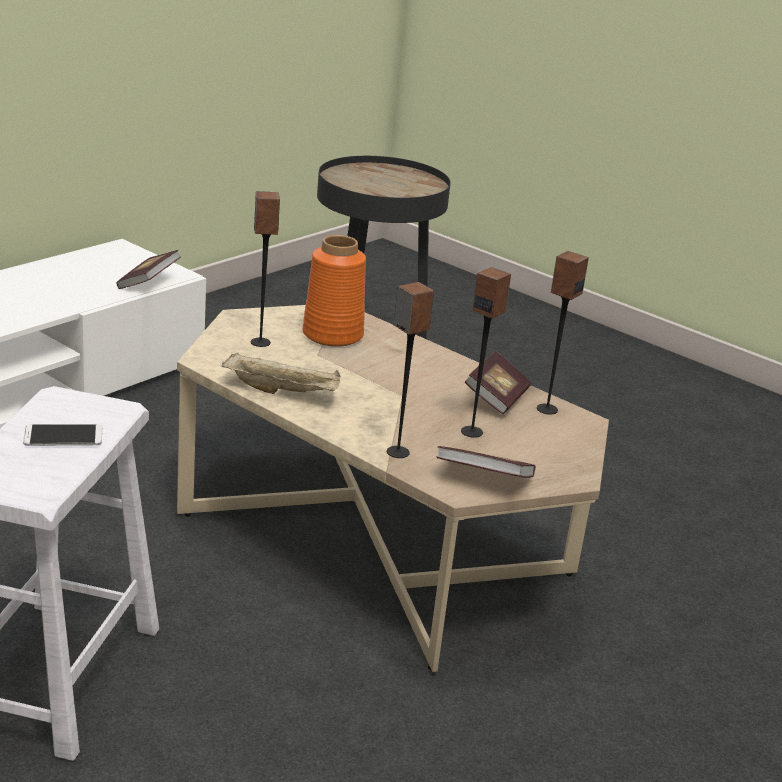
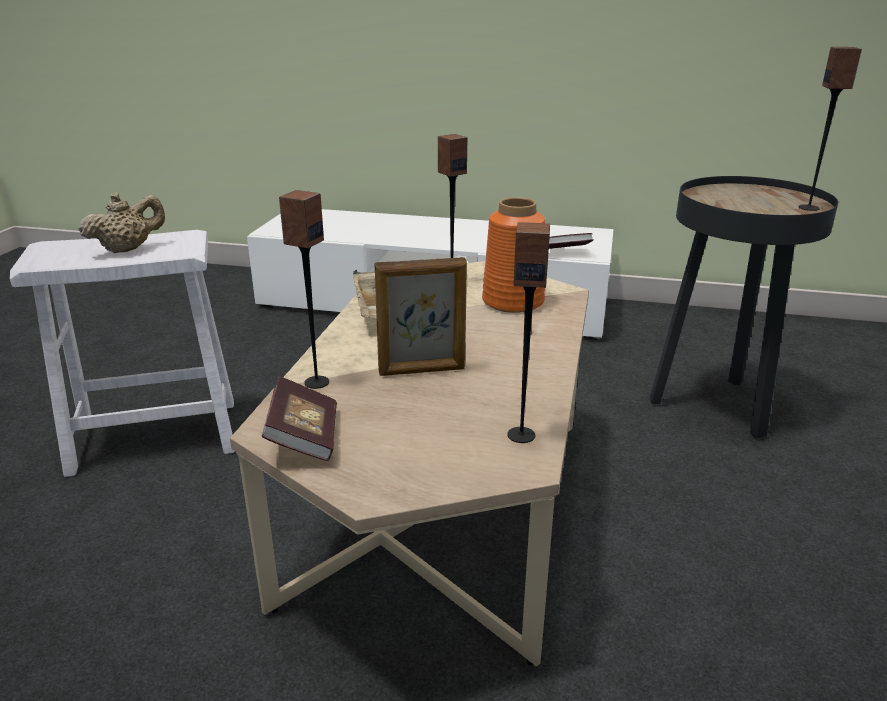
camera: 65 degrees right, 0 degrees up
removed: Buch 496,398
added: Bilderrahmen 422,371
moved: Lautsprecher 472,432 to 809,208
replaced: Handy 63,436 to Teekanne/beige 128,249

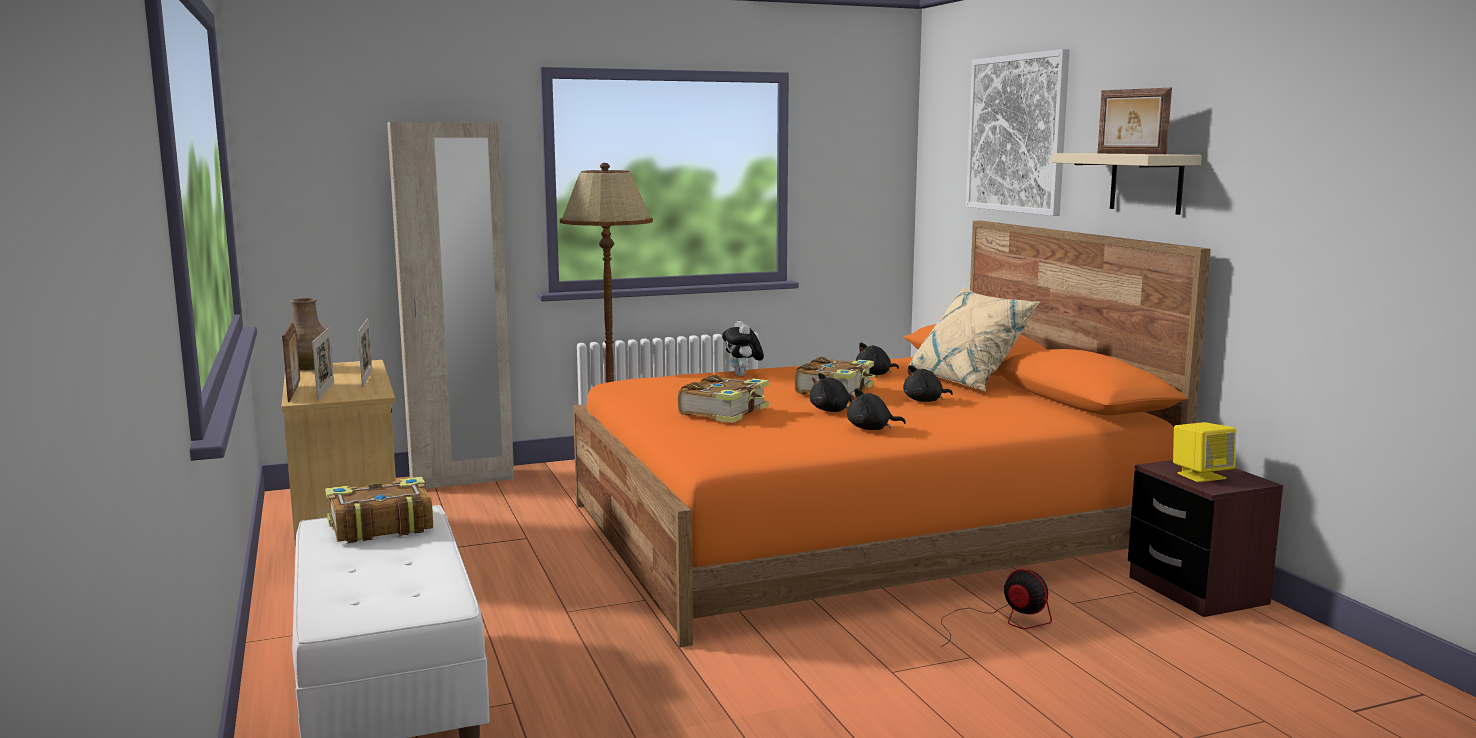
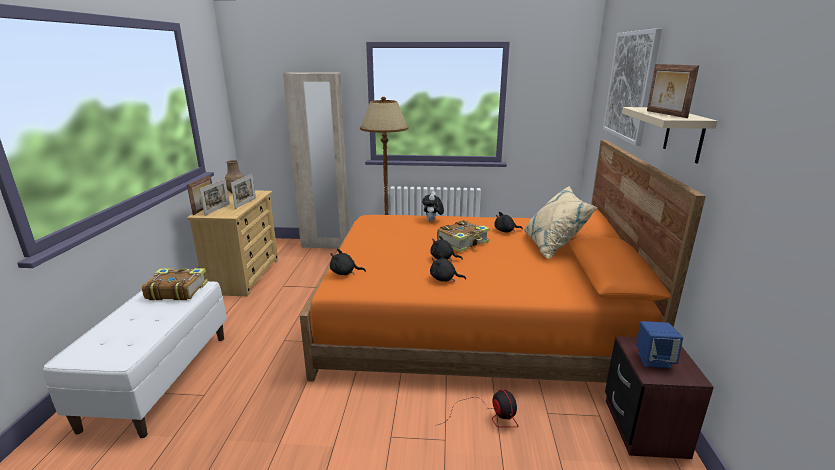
camera: 25 degrees right, 10 degrees up
removed: Buch 725,412
moved: Plüschtier/schwarz 925,401 to 345,273
recoloured: Lautsprecher/gelb 1201,476 to Lautsprecher/blau 654,360

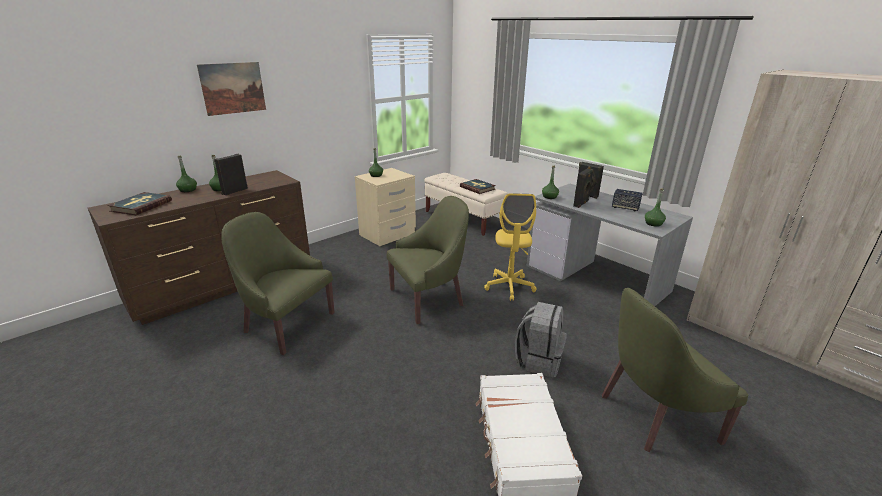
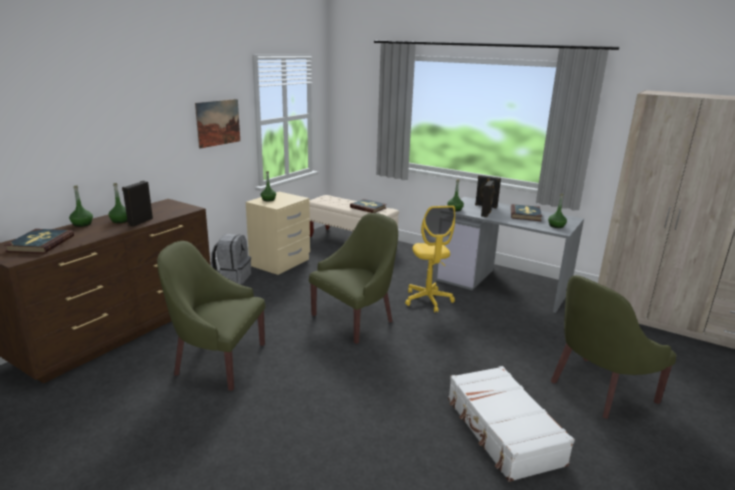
camera: 15 degrees left, 5 degrees down
moved: Bild 233,88 to 218,123; Rucksack/grau 539,360 to 233,278
replaced: Lautsprecher 625,208 to Buch 525,214

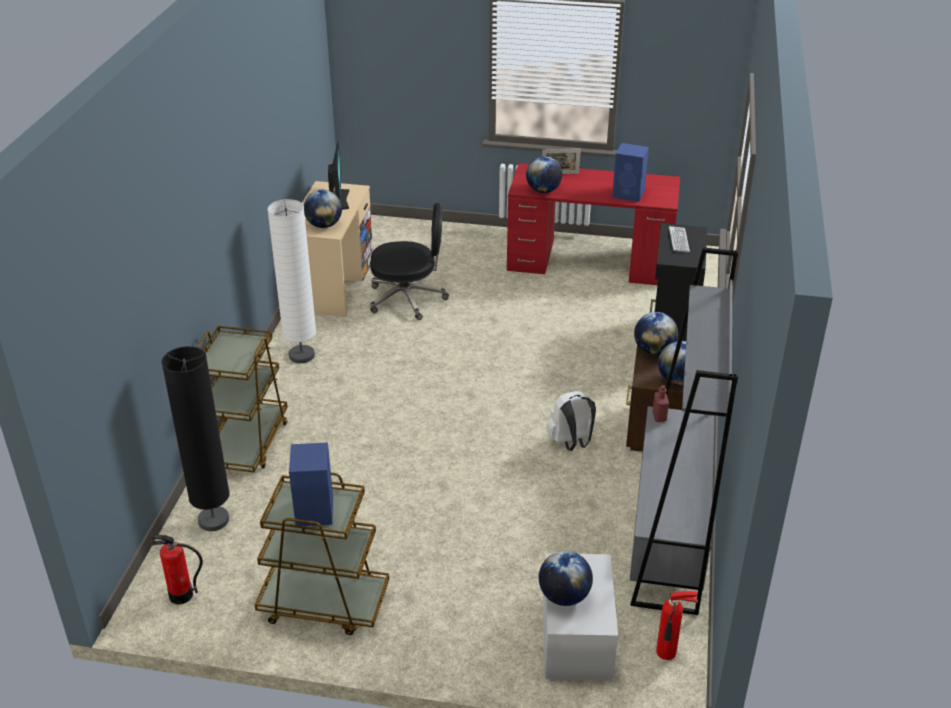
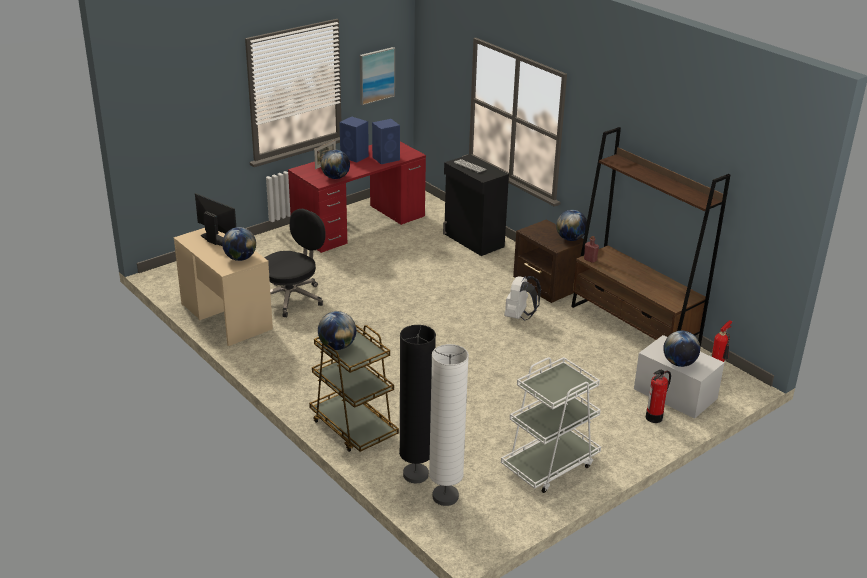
camera: 50 degrees left, 5 degrees down
added: Bild 376,75
moved: Feuerlöscher 181,595 to 654,417; Stehlampe/weiß 301,355 to 445,497; Lautsprecher/blau 314,512 to 355,157; Globus 654,351 to 337,346
recoloured: Rollwagen/braun 323,603 to Rollwagen/weiß 549,465; Bücherregal/grau 668,536 to Bücherregal/braun 633,328

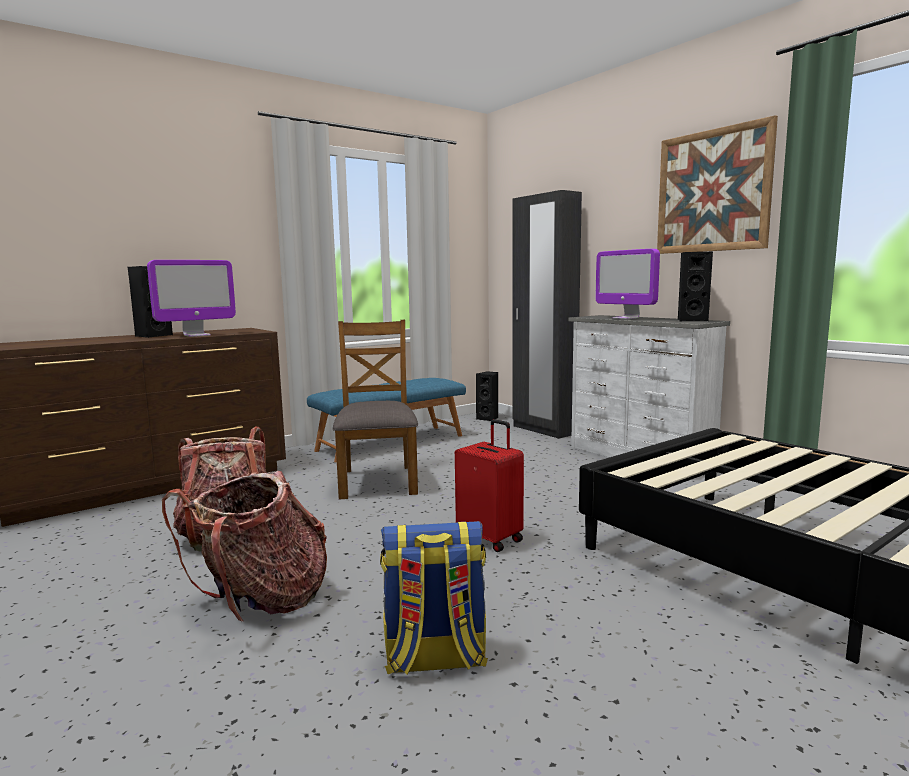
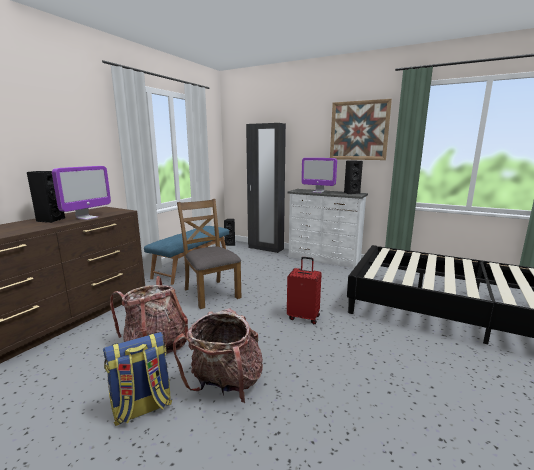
camera: 25 degrees left, 5 degrees up
moved: Rucksack 434,659 to 142,408

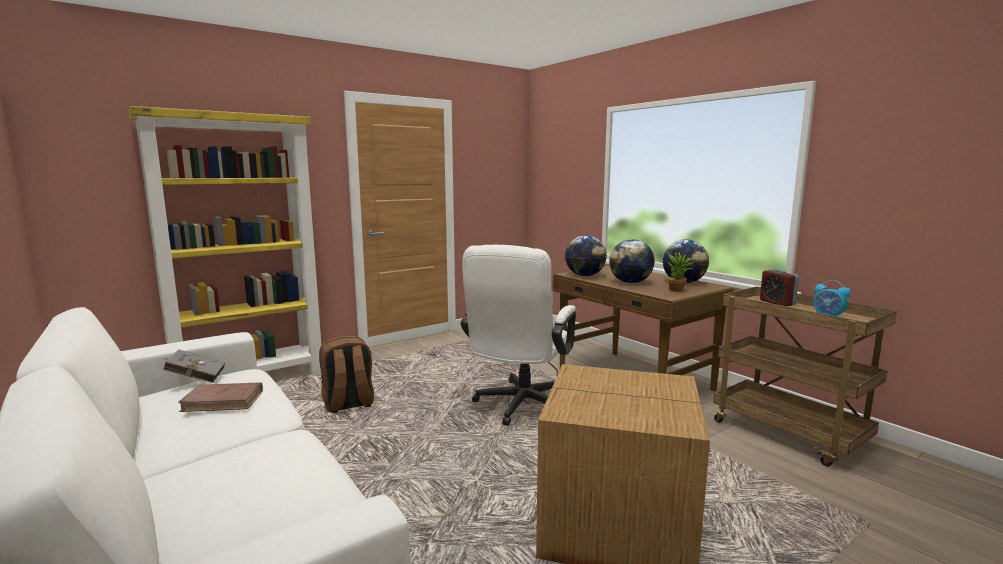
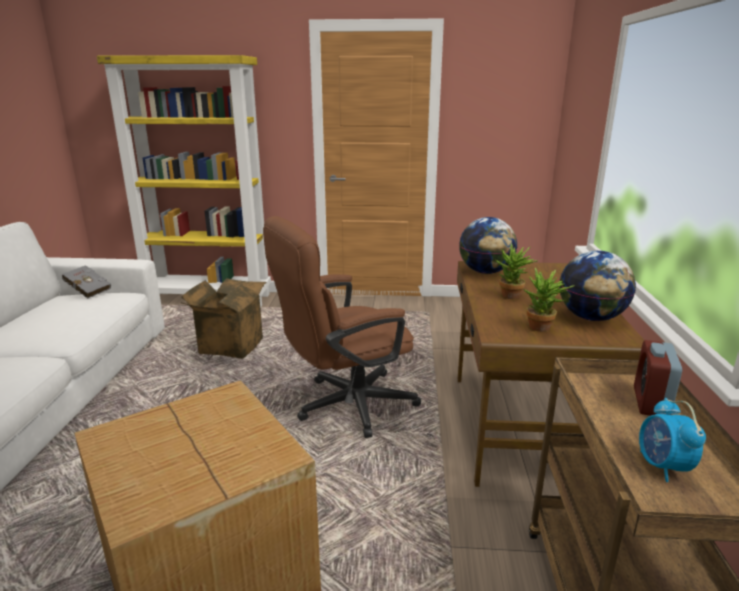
camera: 40 degrees right, 10 degrees up
removed: Buch/braun 223,401
replaced: Rucksack/braun 348,404 to Karton 229,345; Globus 630,282 to Topfpflanze 511,297
recoloured: Bürostuhl/weiß 520,407 to Bürostuhl/braun 345,406

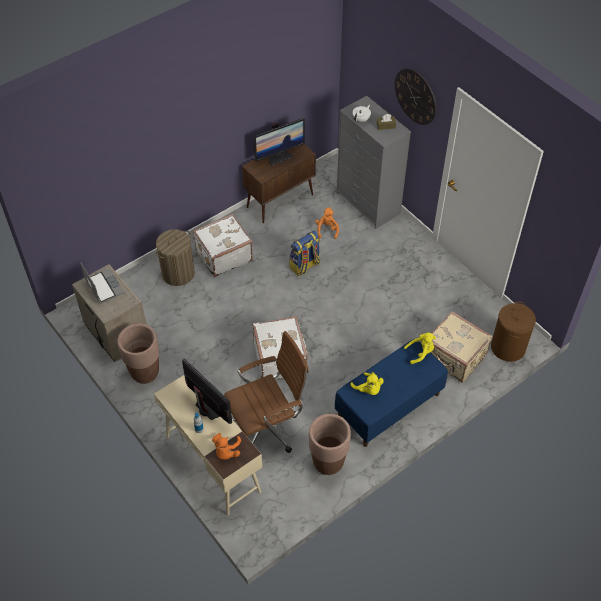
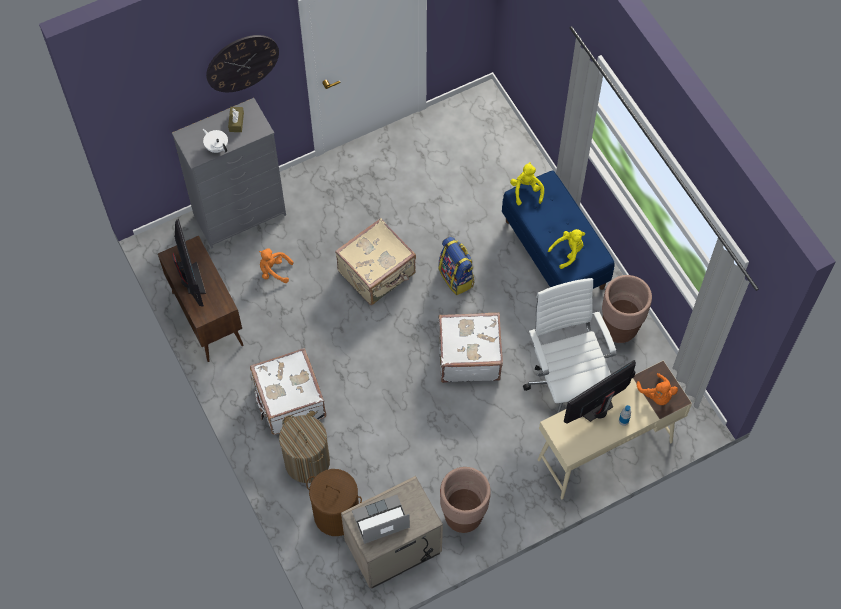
camera: 80 degrees left, 10 degrees up
moved: Rucksack 305,266 to 457,277; Koffer/beige 454,358 to 377,273; Wäschekorb/braun 508,347 to 337,514
recoloured: Bürostuhl/braun 268,428 to Bürostuhl/weiß 565,384
turned: Plüschtier/orange 226,451 = 656,395 45 degrees clockwise

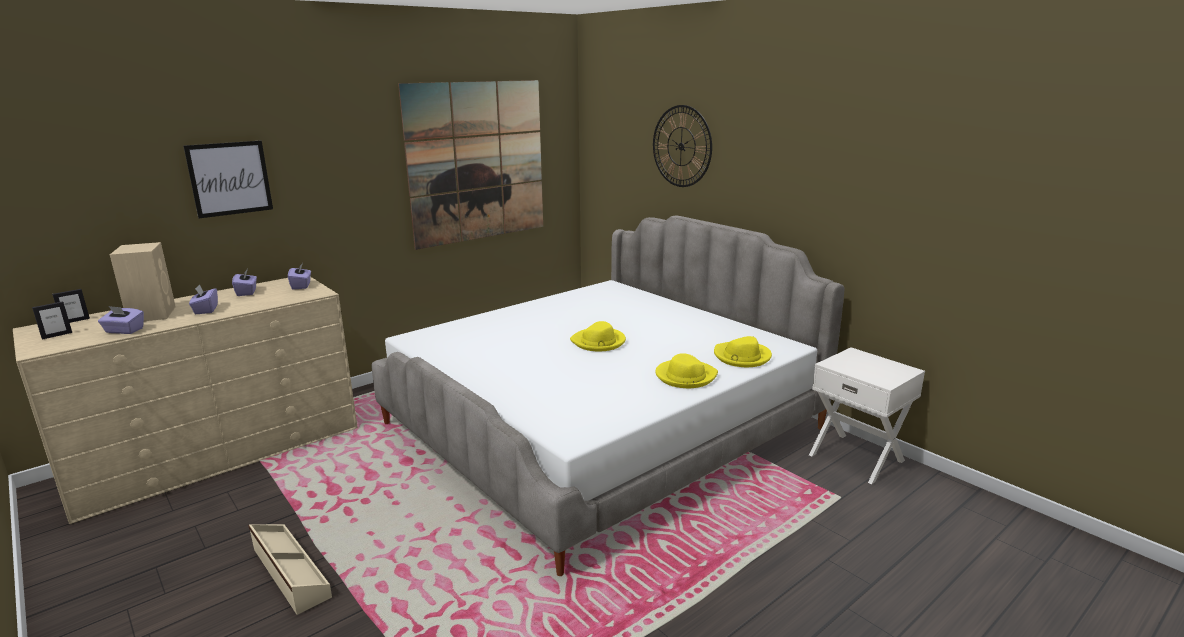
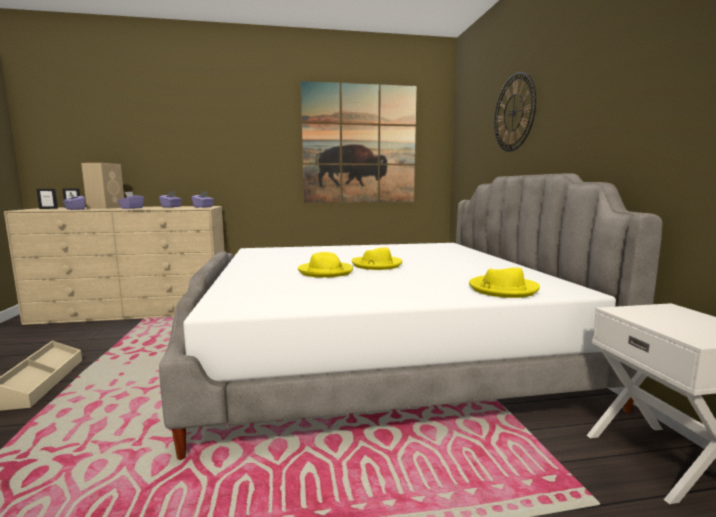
camera: 30 degrees right, 10 degrees down
removed: Bild 230,178
moved: Hut/gelb 685,376 to 325,272

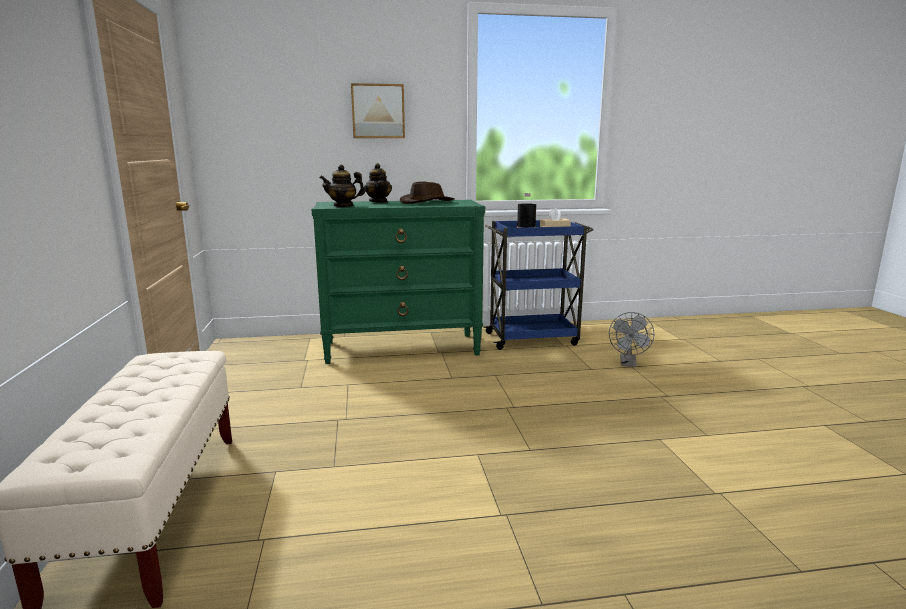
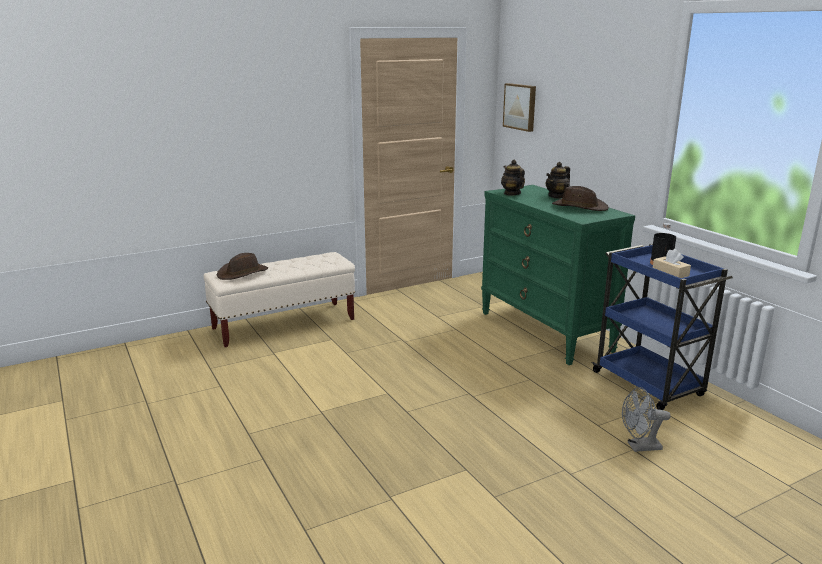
camera: 70 degrees right, 5 degrees up
added: Hut/braun 243,273
moved: Bild 378,111 to 520,106

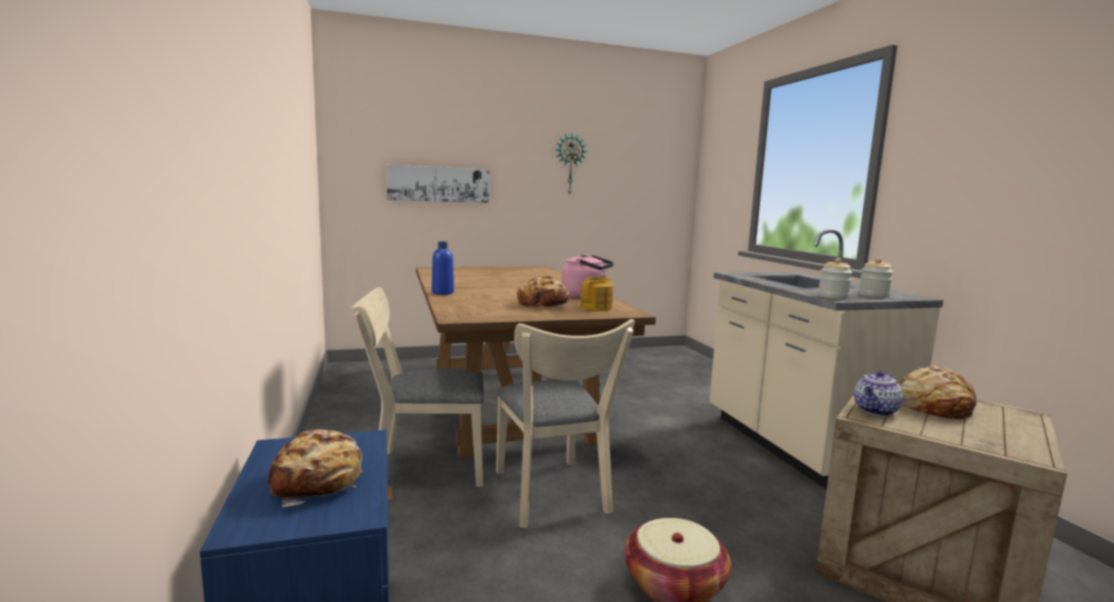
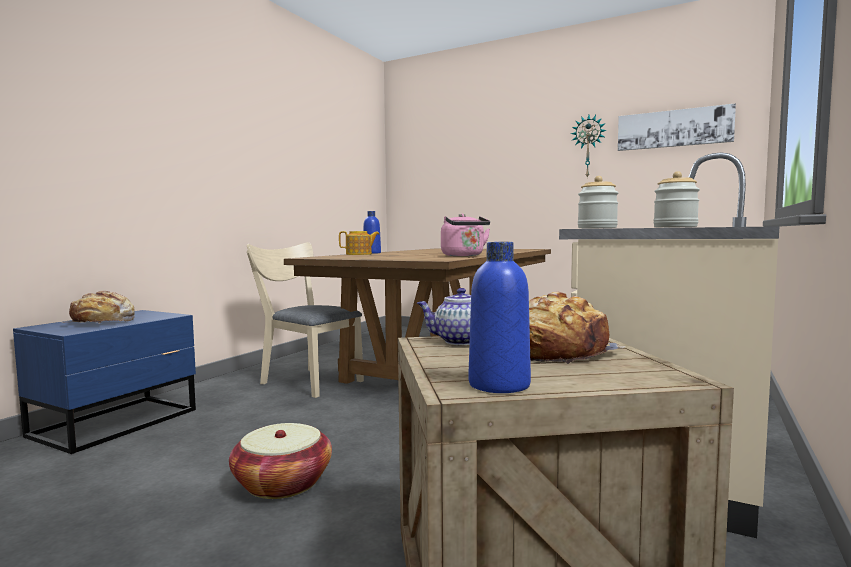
camera: 45 degrees right, 5 degrees down
removed: Stuhl/beige 553,496; Brot 543,304
added: Flasche/blau 499,385
moved: Bild 439,184 to 673,128; Teekanne 596,308 to 359,254

